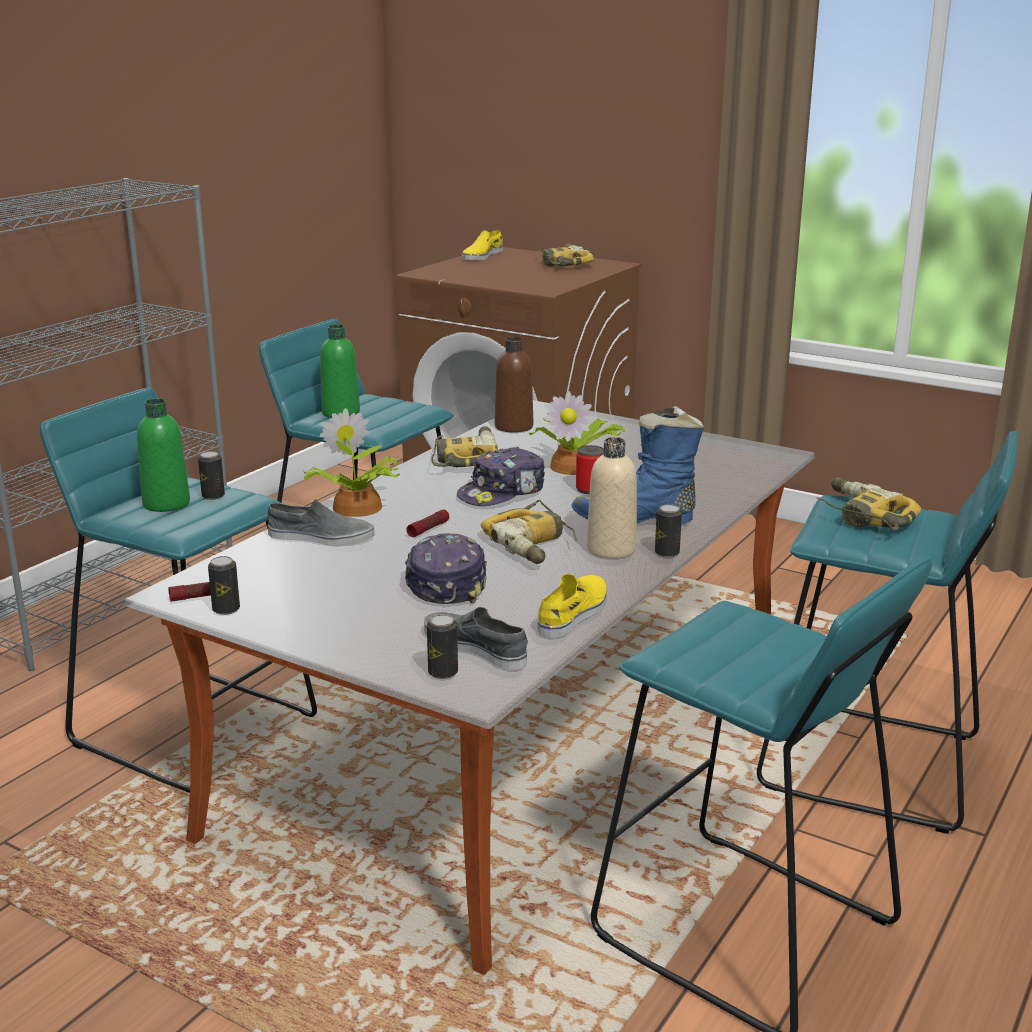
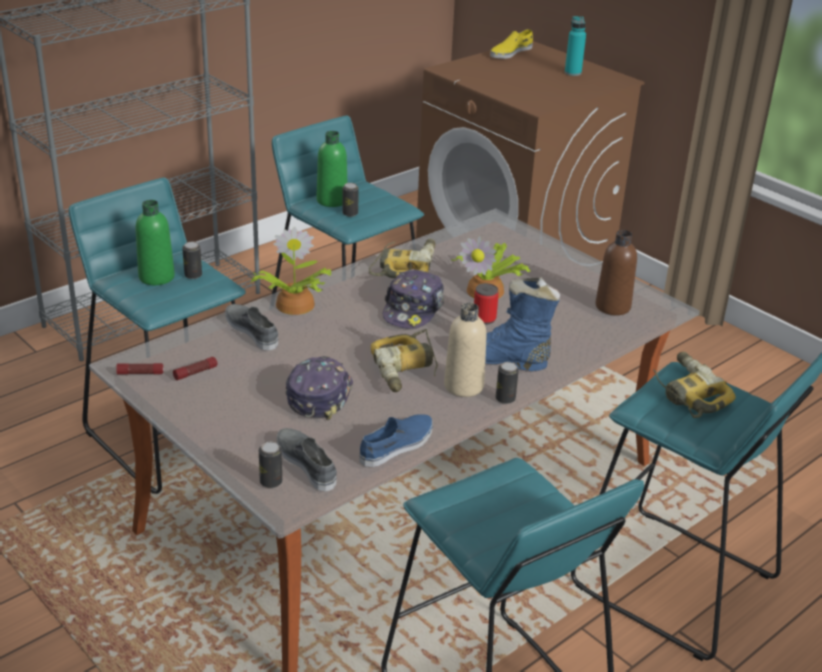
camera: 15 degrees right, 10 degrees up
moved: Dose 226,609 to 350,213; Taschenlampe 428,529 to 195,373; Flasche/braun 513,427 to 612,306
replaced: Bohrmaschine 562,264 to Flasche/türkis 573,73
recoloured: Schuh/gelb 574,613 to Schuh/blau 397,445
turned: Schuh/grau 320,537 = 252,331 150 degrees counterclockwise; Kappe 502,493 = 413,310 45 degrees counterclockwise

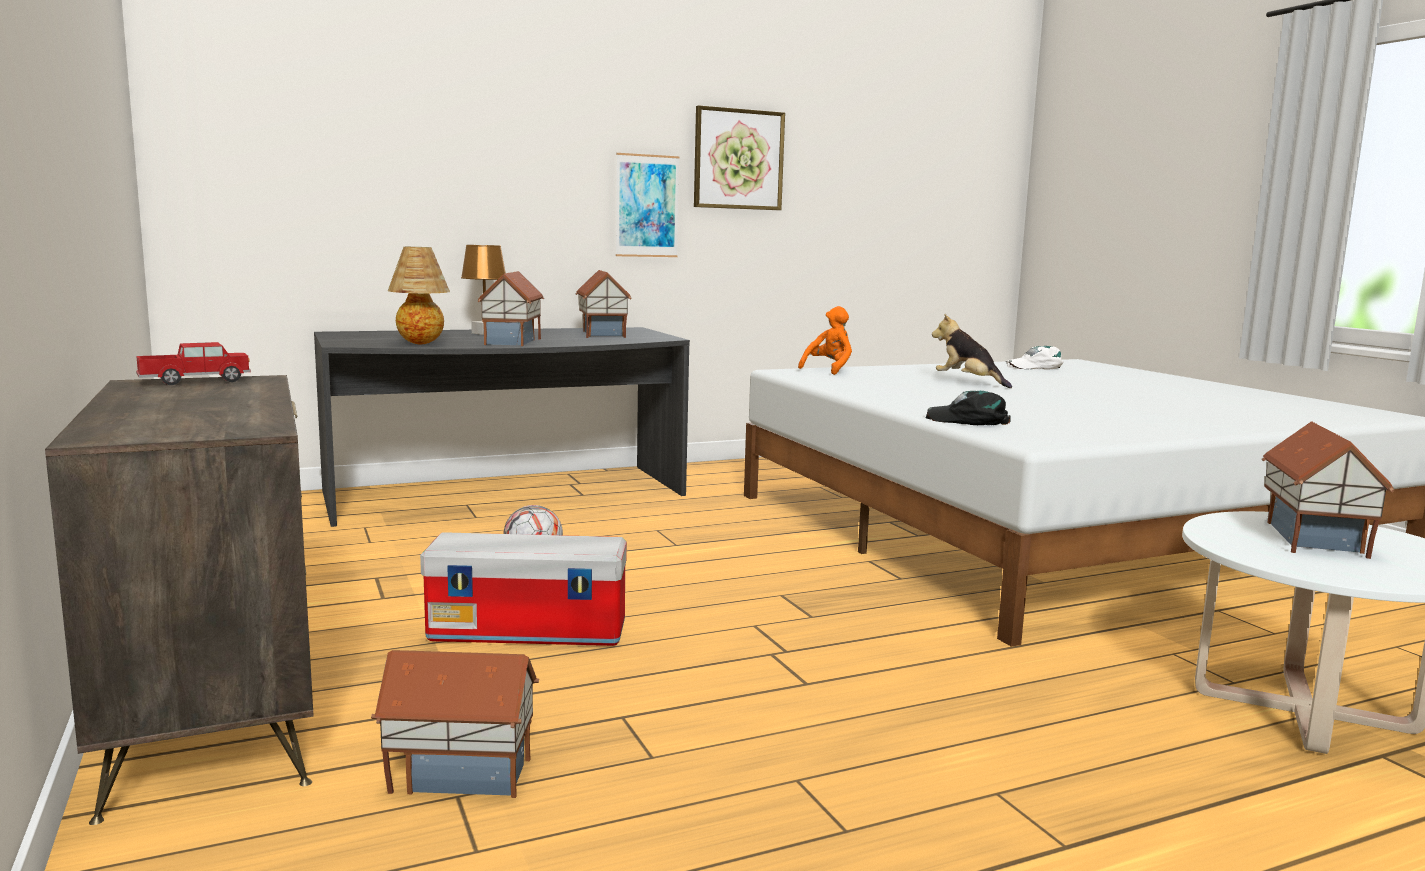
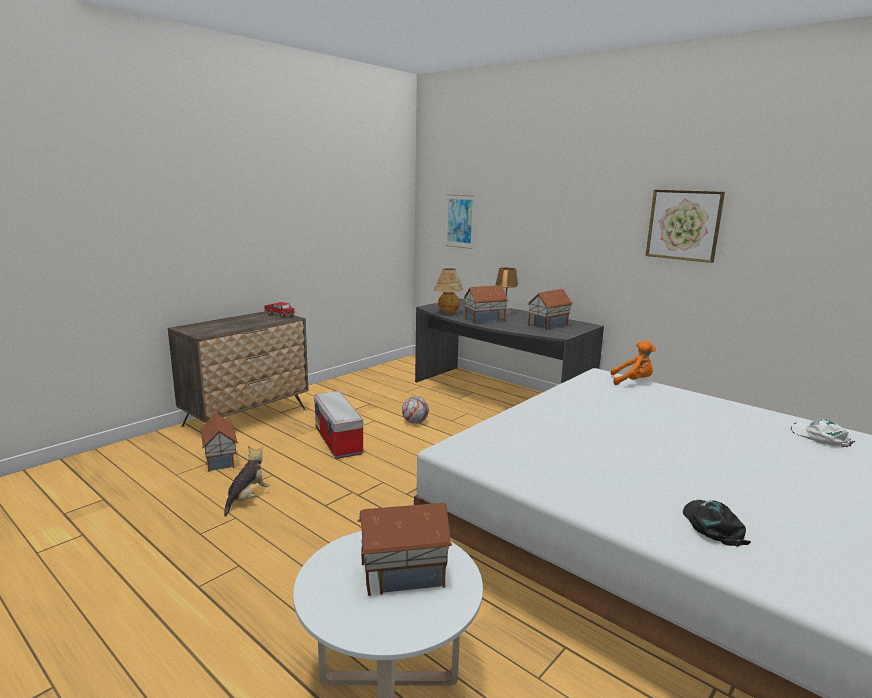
camera: 65 degrees right, 5 degrees up
moved: Bild 647,206 to 460,221; Kappe/schwarz 969,420 to 712,526; Plüschtier 968,382 to 247,499

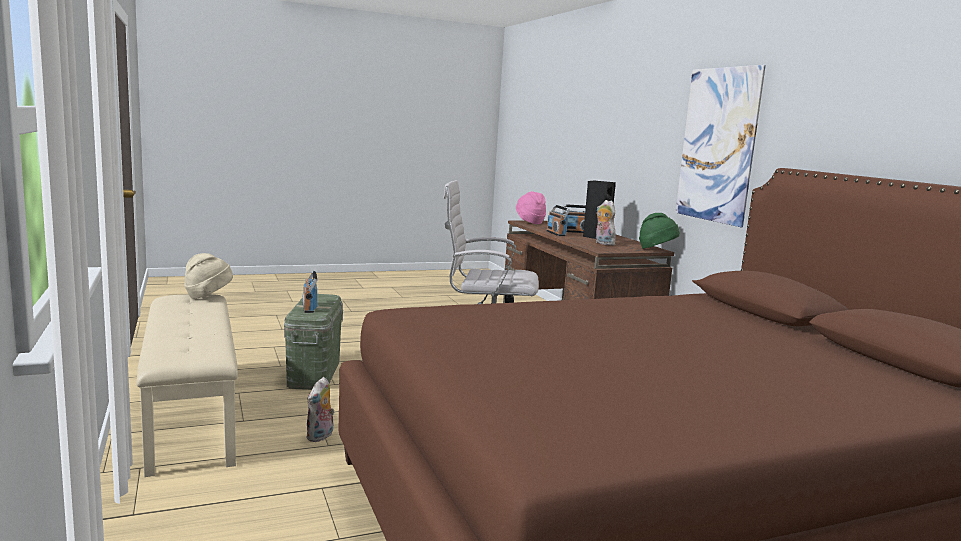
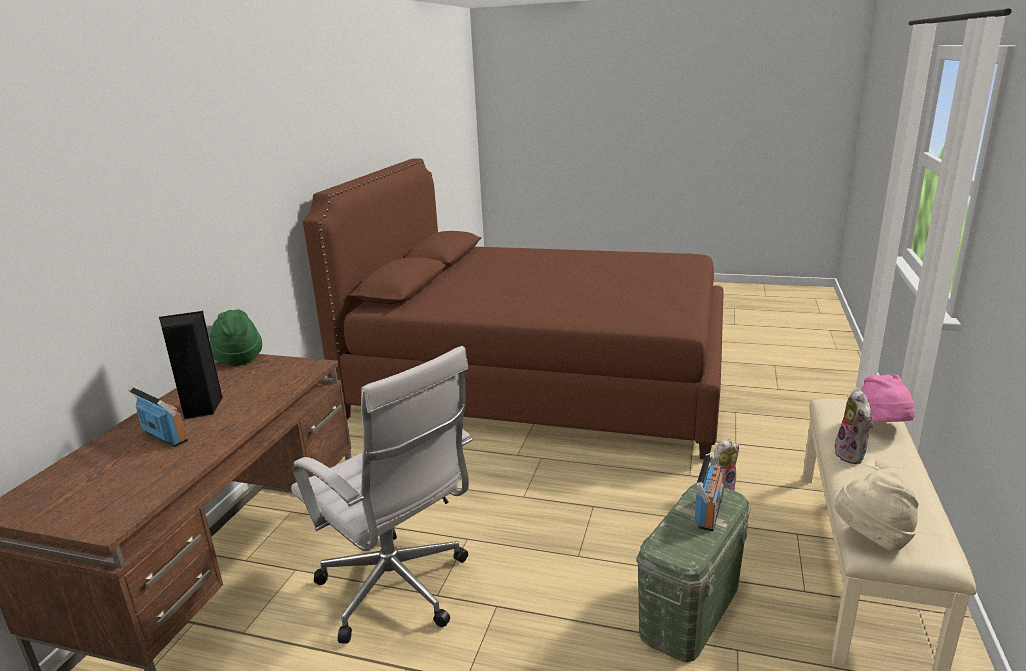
camera: 140 degrees left, 10 degrees up
removed: Radio 556,233; Bild 717,145
moved: Hut/rosa 529,222 to 881,427; Plüschtier 603,243 to 852,455

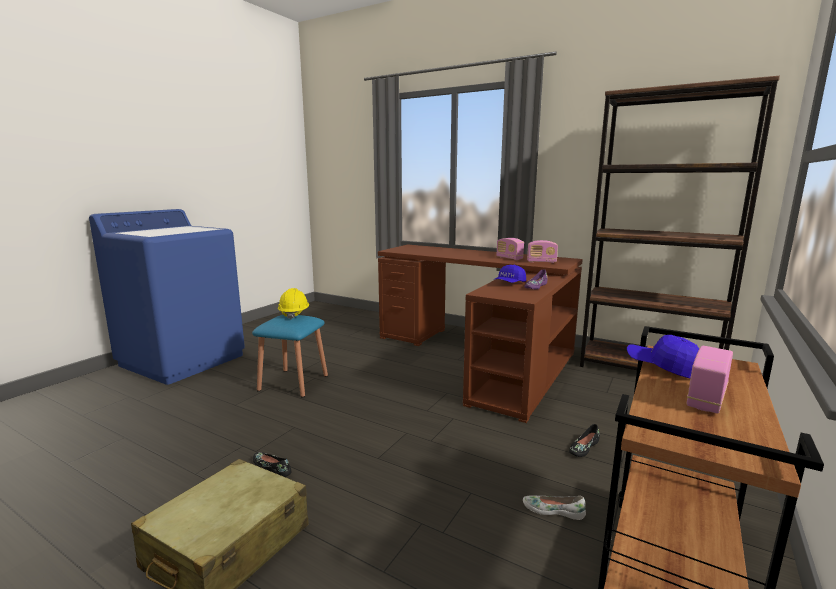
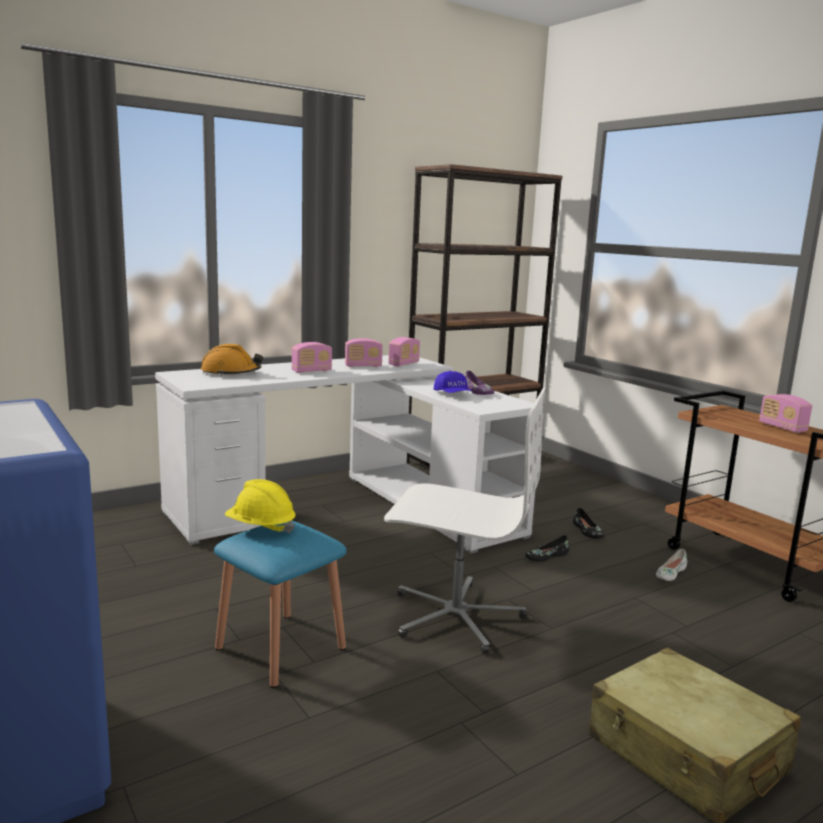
camera: 65 degrees left, 0 degrees up
removed: Kappe/blau 662,367
added: Schutzhelm/orange 231,373; Radio 311,371; Bürostuhl/weiß 455,615
moved: Schuh/schwarz 272,468 to 546,556
recoloured: Schreibtisch/braun 482,357 to Schreibtisch/weiß 354,507

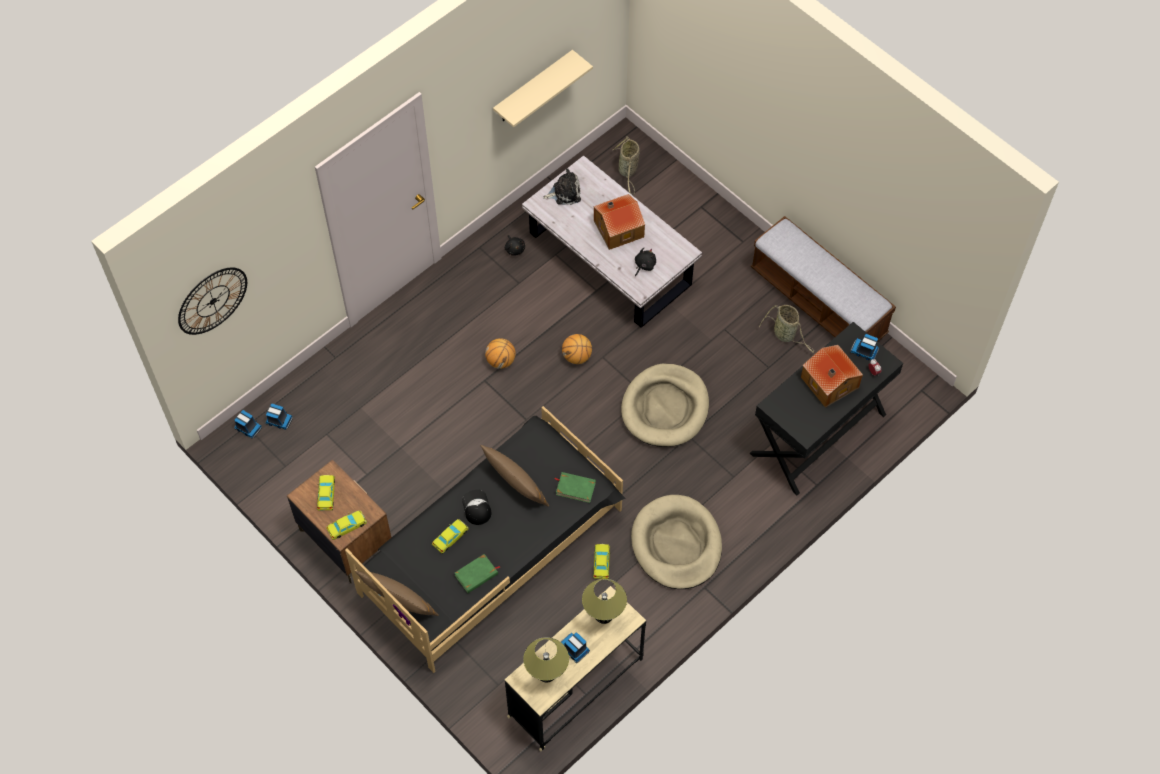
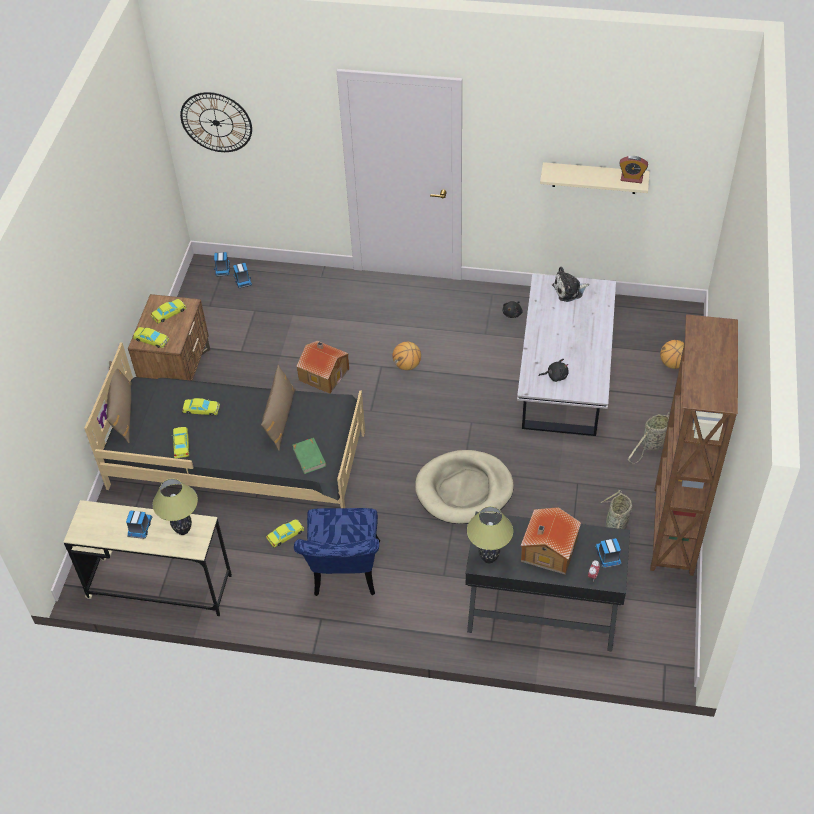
camera: 55 degrees right, 10 degrees down
removed: Kappe 476,507
added: Wecker 631,178
moved: Tischlampe 547,677 to 488,558; Basketball 577,356 to 673,364; Spielzeughaus 617,228 to 324,373; Korb 628,171 to 652,445
replaced: Buch/grün 476,575 to Spielzeugauto/gelb 181,444; Hundebett/beige 676,544 to Stuhl/blau 344,574; Bank 818,302 to Bücherregal/braun 672,531
turned: Plüschtier 564,192 = 569,290 120 degrees clockwise

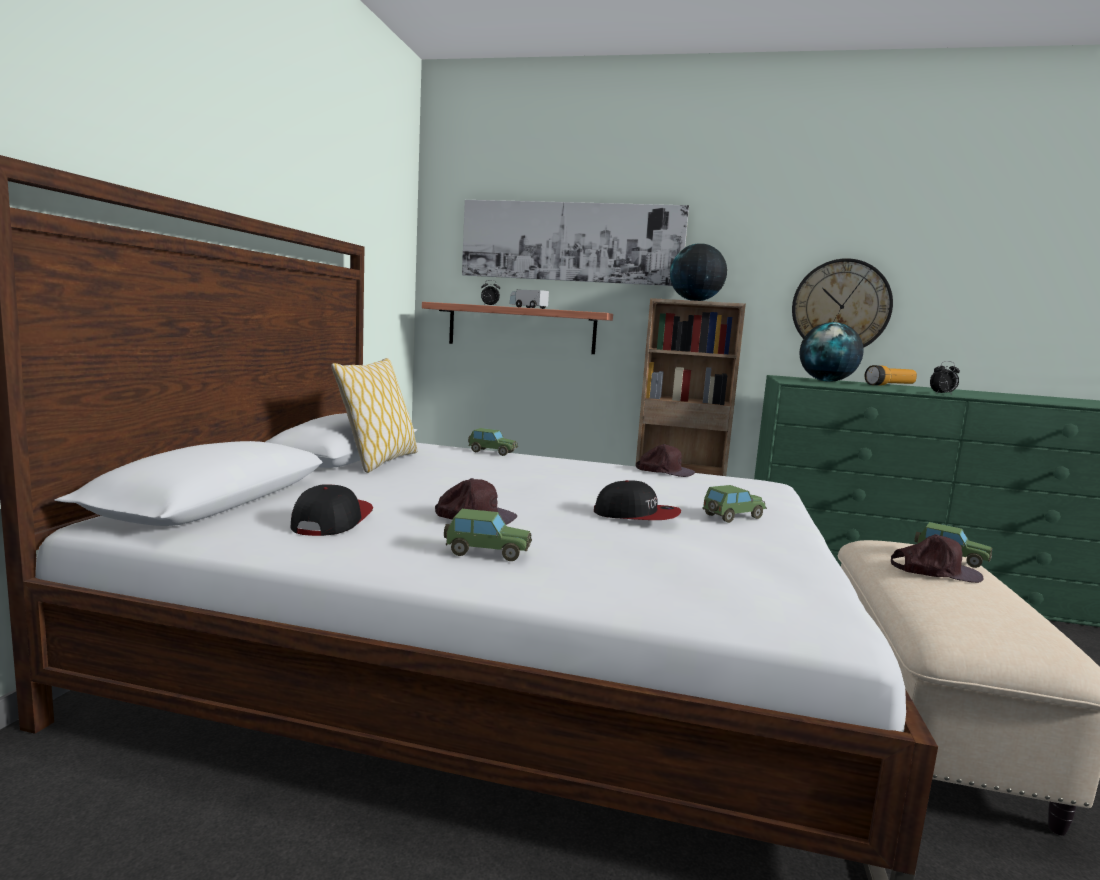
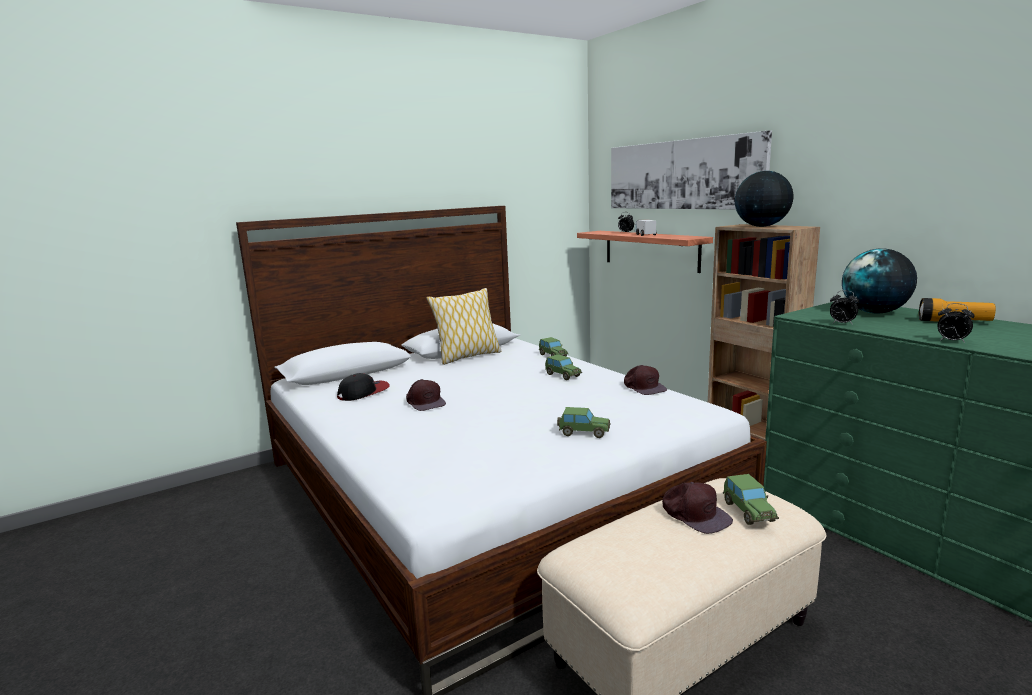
camera: 45 degrees right, 5 degrees up
removed: Kappe 637,515; Wanduhr 840,306
added: Wecker 842,324
moved: Spielzeugauto 487,552 to 562,375

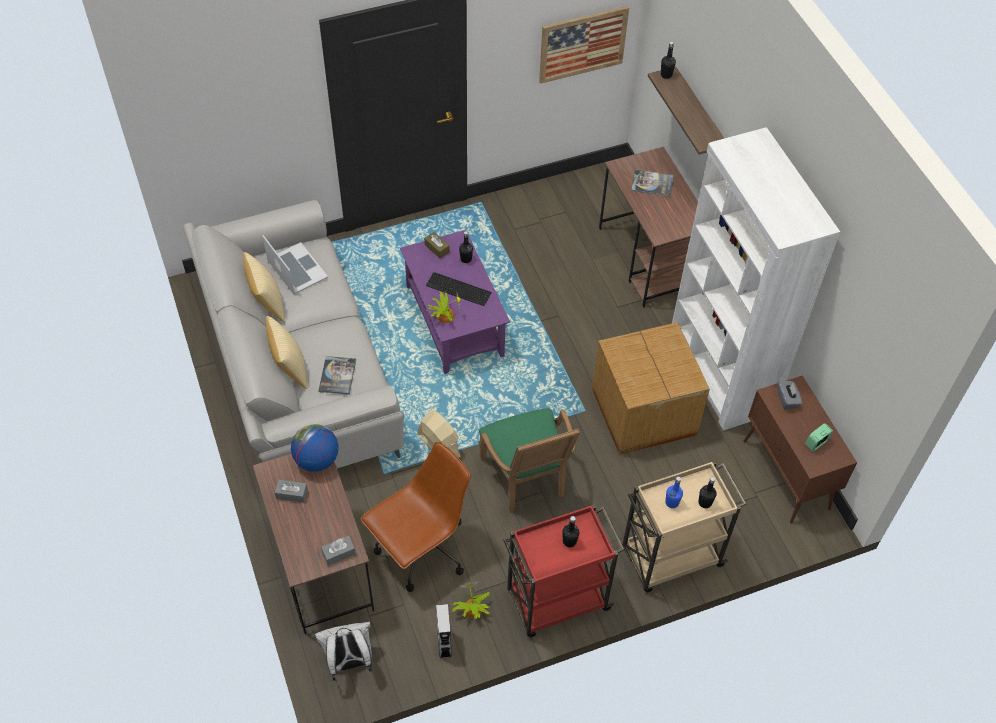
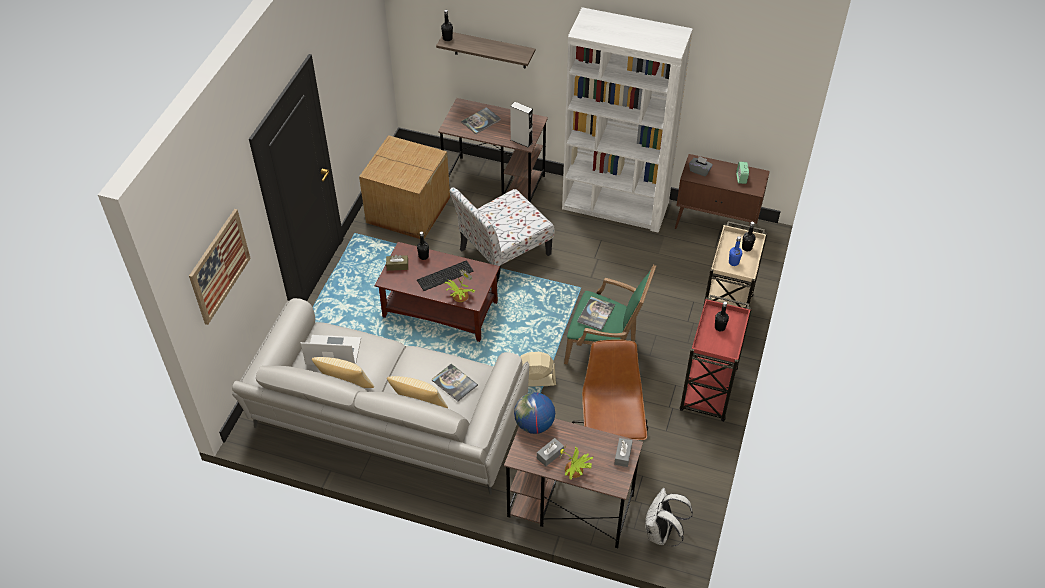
camera: 50 degrees left, 5 degrees down
added: Stuhl 503,253; Buch 596,313
moved: Lautsprecher/grau 444,643 to 521,141; Topfpflanze 472,610 to 574,471; Bild 582,44 to 219,266; Karton 642,413 to 408,211
recoloured: Couchtisch/lila 453,320 to Couchtisch/braun 439,309

